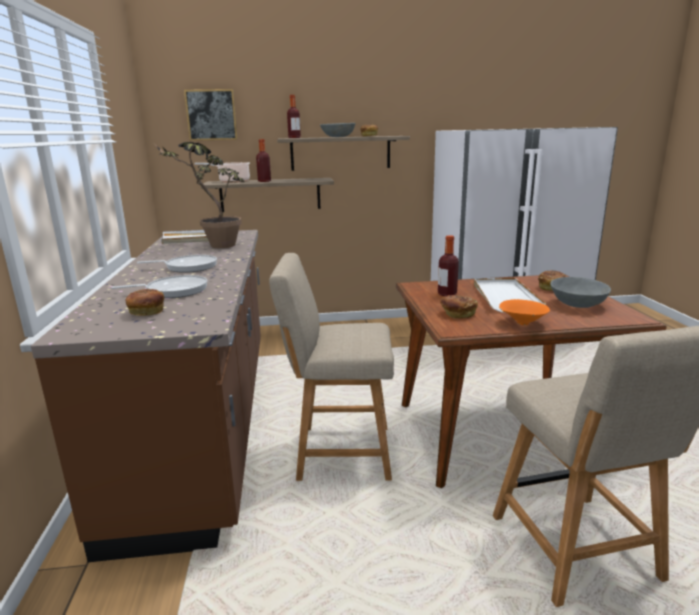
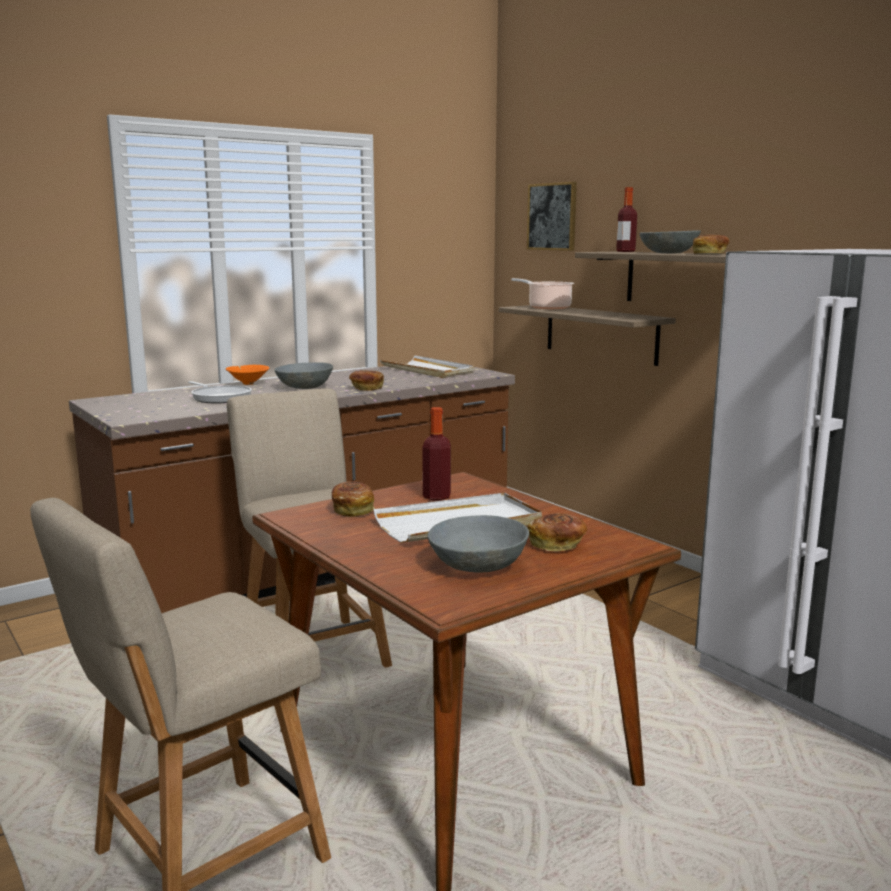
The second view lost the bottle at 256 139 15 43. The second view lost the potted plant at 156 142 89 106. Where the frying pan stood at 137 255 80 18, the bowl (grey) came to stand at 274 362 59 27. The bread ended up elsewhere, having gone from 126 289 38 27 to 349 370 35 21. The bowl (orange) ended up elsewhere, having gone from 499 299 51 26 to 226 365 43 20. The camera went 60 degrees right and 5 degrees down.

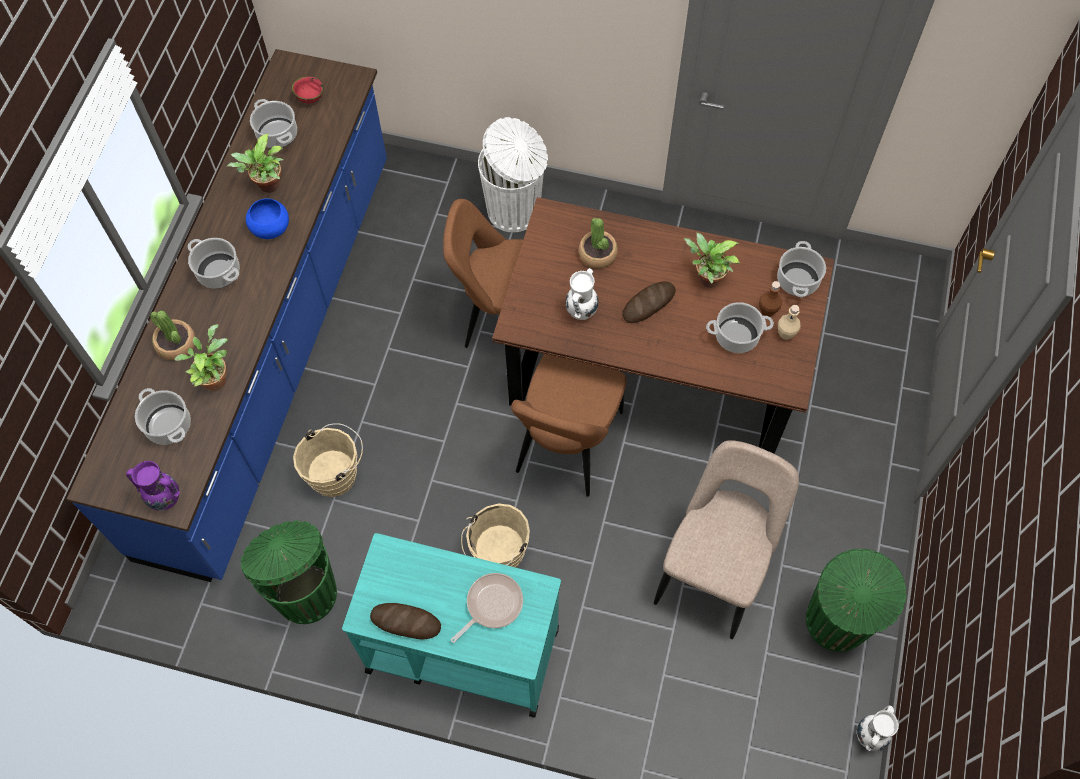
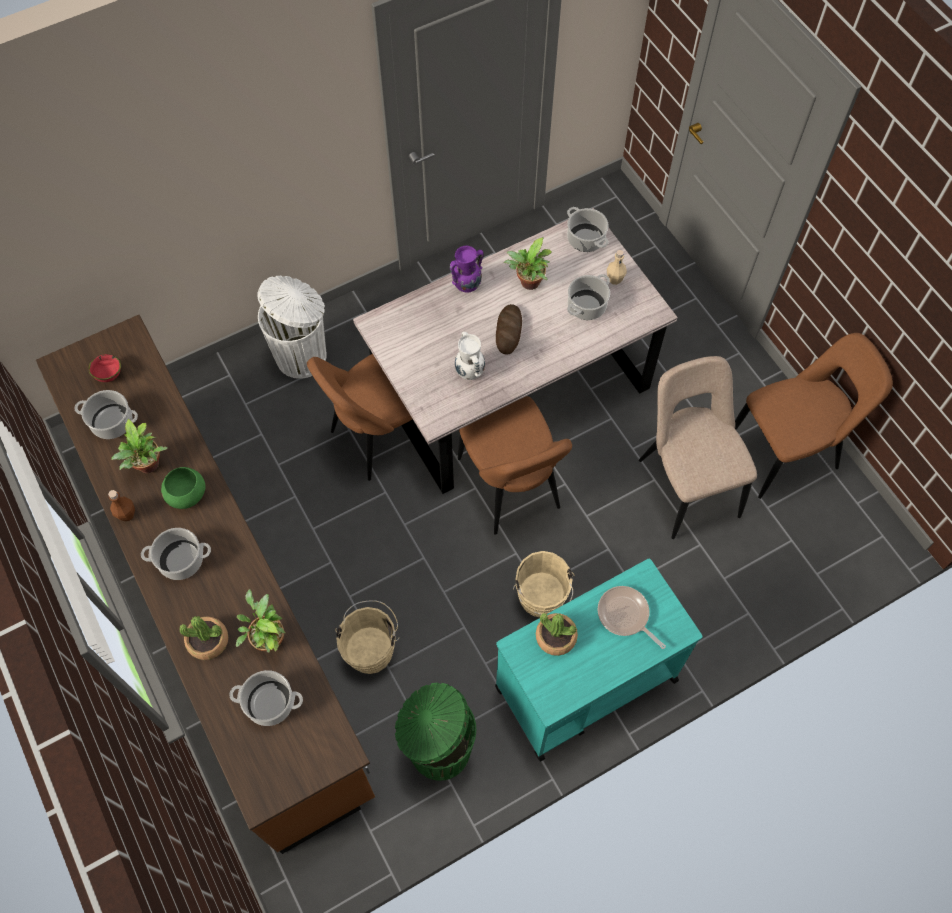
What was the counter (blue) at 67 49 320 533 turned into the counter (brown) at 36 315 339 539. What was the dining table (brown) at 492 197 342 257 turned into the dining table (grey) at 353 208 325 286. What was the bowl (blue) at 246 198 43 41 turned into the bowl (green) at 161 467 44 42. The potted plant ended up elsewhere, having gone from 578 218 40 50 to 536 613 42 43. The bottle (brown) ended up elsewhere, having gone from 759 281 23 36 to 108 490 27 31. The vase (purple) ended up elsewhere, having gone from 126 461 54 50 to 450 246 34 47. Where the trash can (green) stood at 806 549 100 103, the chair (brown) came to stand at 735 333 158 166. The frying pan at 451 573 72 70 ended up facing another way, 45 degrees counterclockwise from before. The second view lost the bread at 370 603 71 36. The second view lost the vase (white) at 857 705 42 46. The camera went 45 degrees left and 0 degrees up.

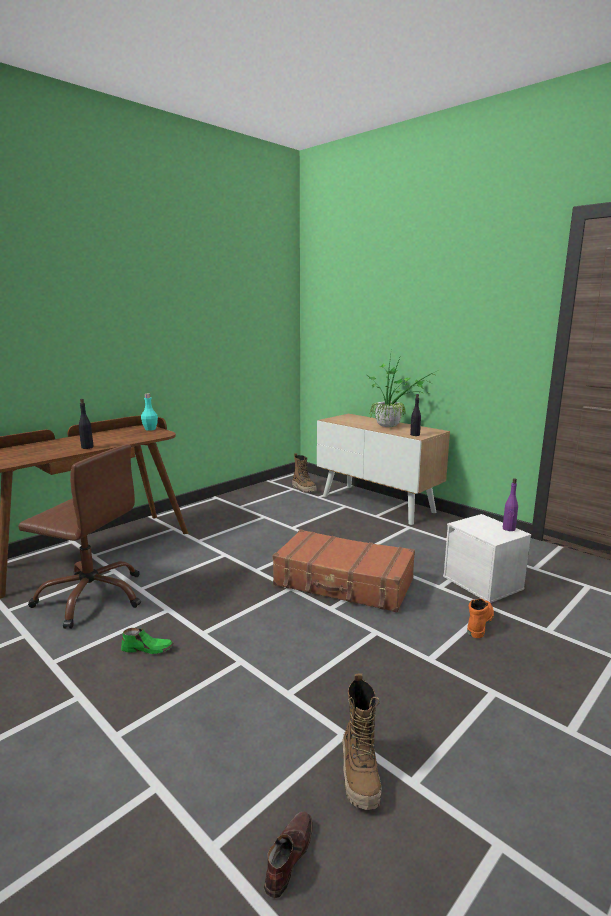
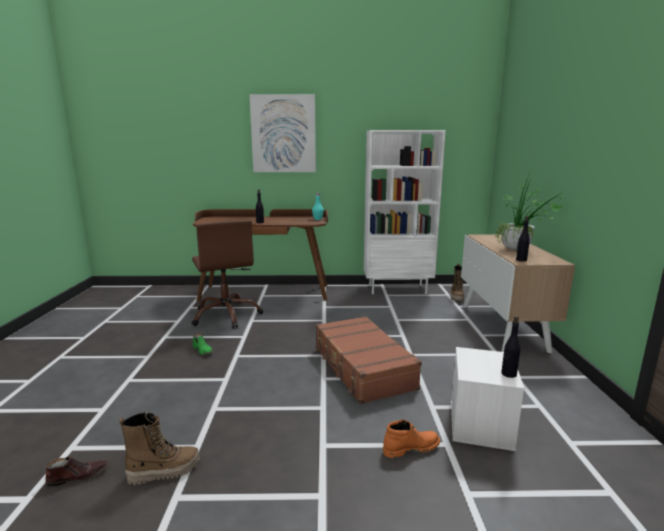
What was the bottle (purple) at 503 478 15 53 turned into the bottle (black) at 501 316 19 62. The boot at 342 673 40 137 ended up facing another way, 150 degrees counterclockwise from before. The second view gained the picture at 249 94 67 78. The second view gained the bookcase (white) at 364 130 82 164. The camera went 45 degrees right and 0 degrees up.

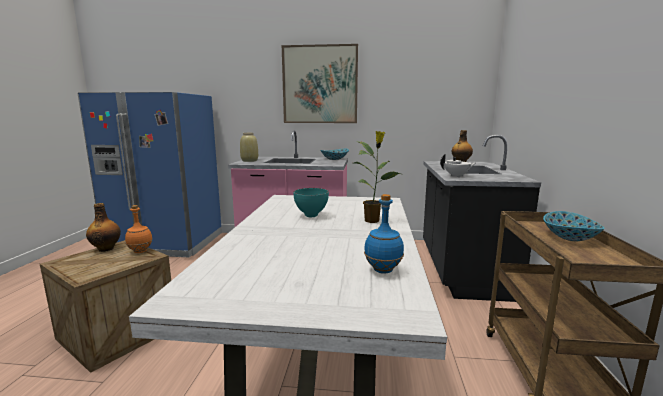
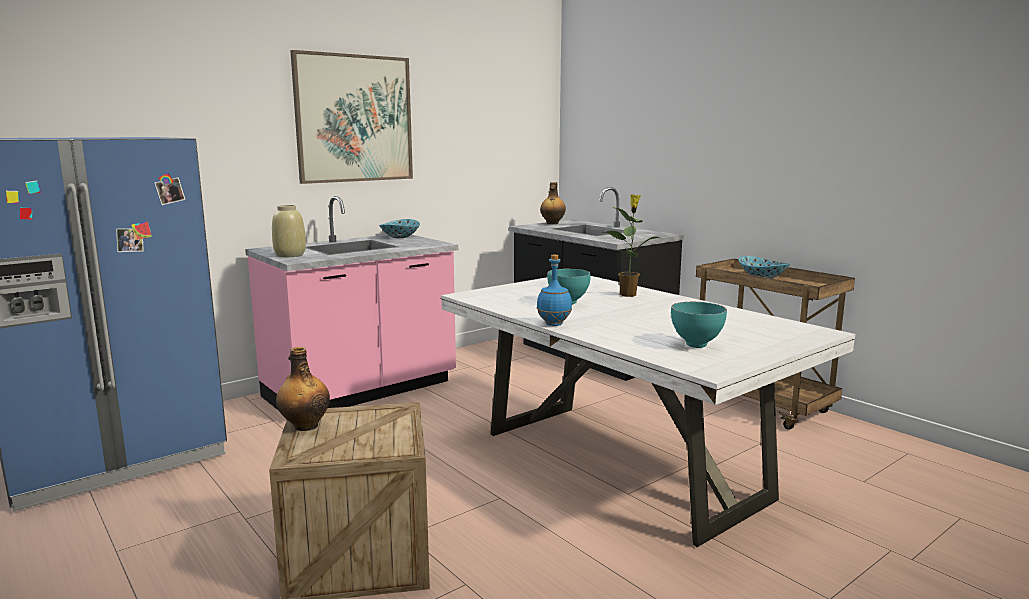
The second view lost the teapot (white) at 440 154 36 24. The bottle (blue) ended up elsewhere, having gone from 364 194 40 80 to 536 254 36 72. The second view lost the bottle (orange) at 125 205 27 48. The second view gained the bowl (turquoise) at 671 302 56 46. The camera went 45 degrees left and 0 degrees up.

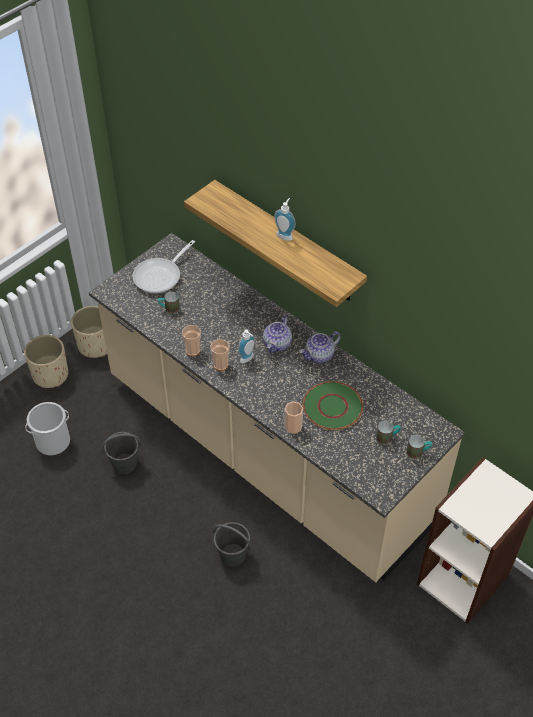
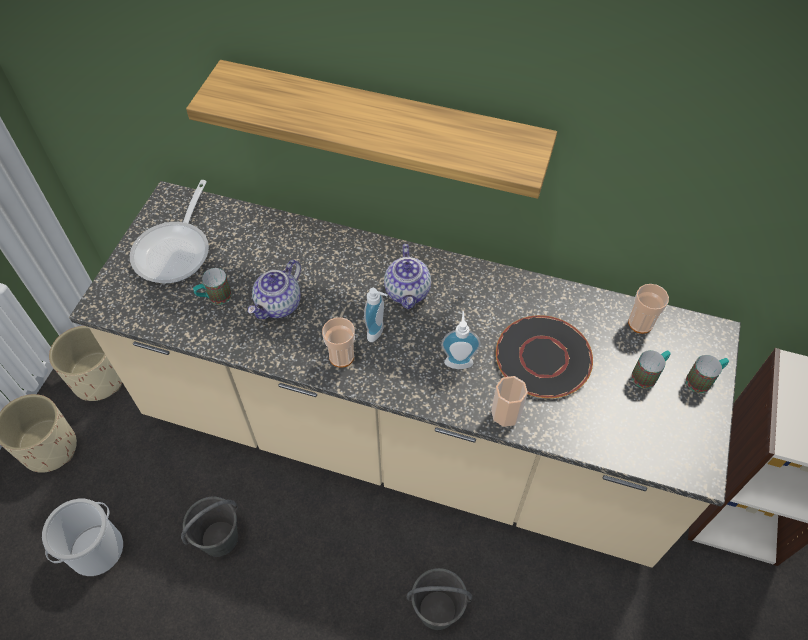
The soap dispenser ended up elsewhere, having gone from 274 198 22 43 to 441 311 40 58. The cup ended up elsewhere, having gone from 182 325 19 31 to 628 284 41 50. The teapot ended up elsewhere, having gone from 300 332 41 31 to 248 260 53 59. What was the plate (green) at 303 381 60 49 turned into the plate (black) at 496 315 97 83. The camera went 25 degrees left and 5 degrees up.

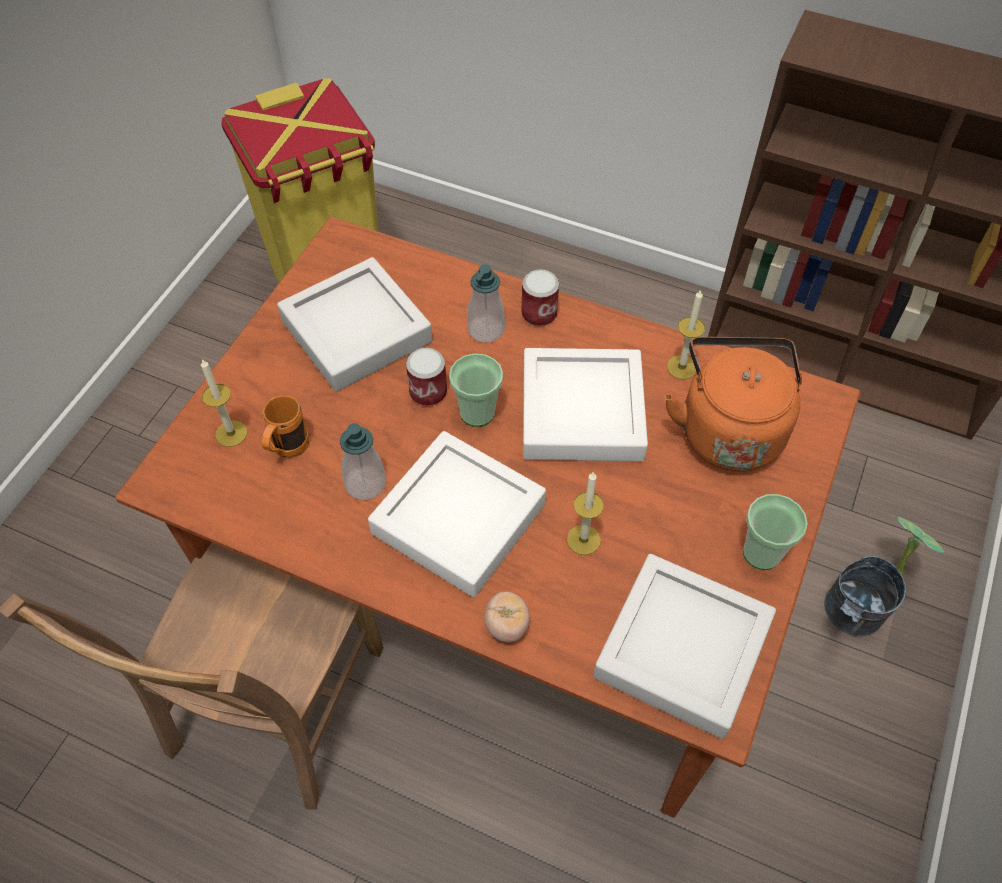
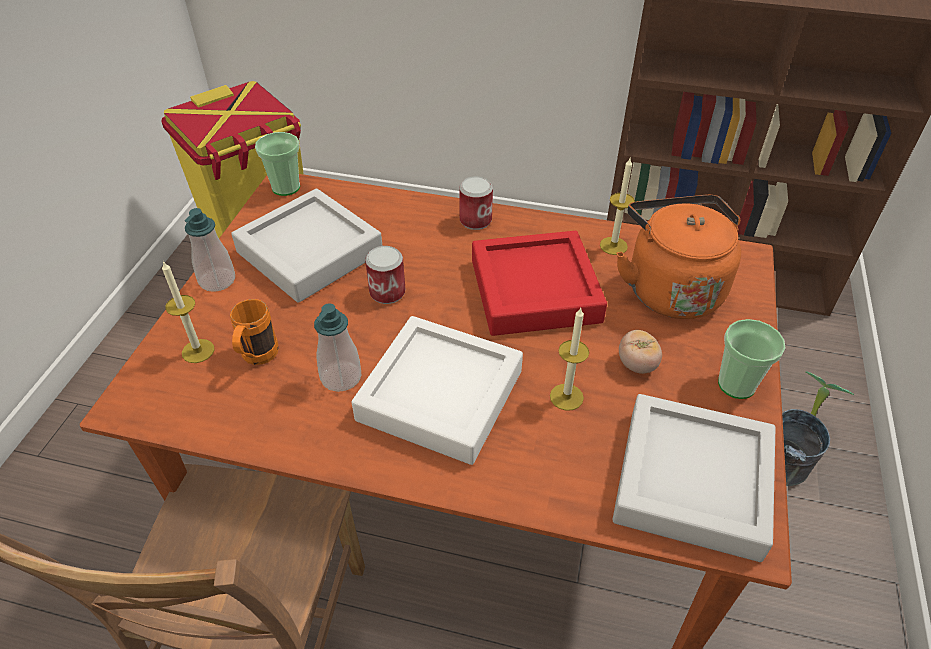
The soap dispenser ended up elsewhere, having gone from 467 264 38 79 to 185 208 50 84. What was the tray (white) at 523 348 125 113 turned into the tray (red) at 472 231 135 105. The cup ended up elsewhere, having gone from 449 354 54 73 to 255 132 45 64. The tomato ended up elsewhere, having gone from 484 591 46 51 to 619 330 43 44. The camera went 10 degrees left and 10 degrees down.

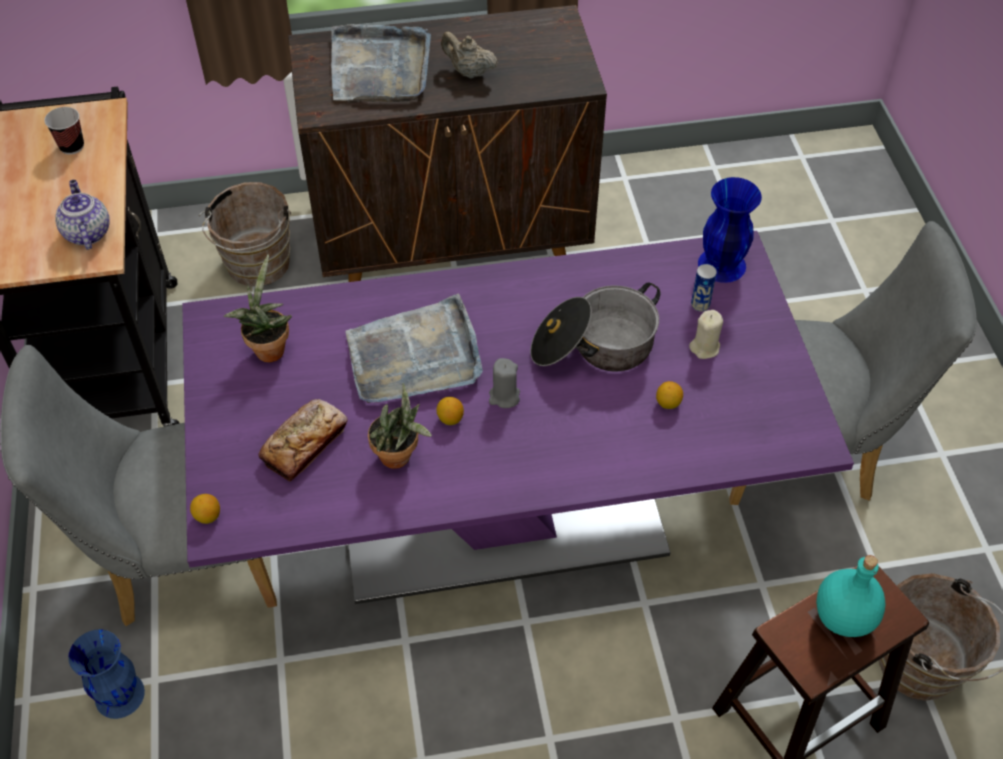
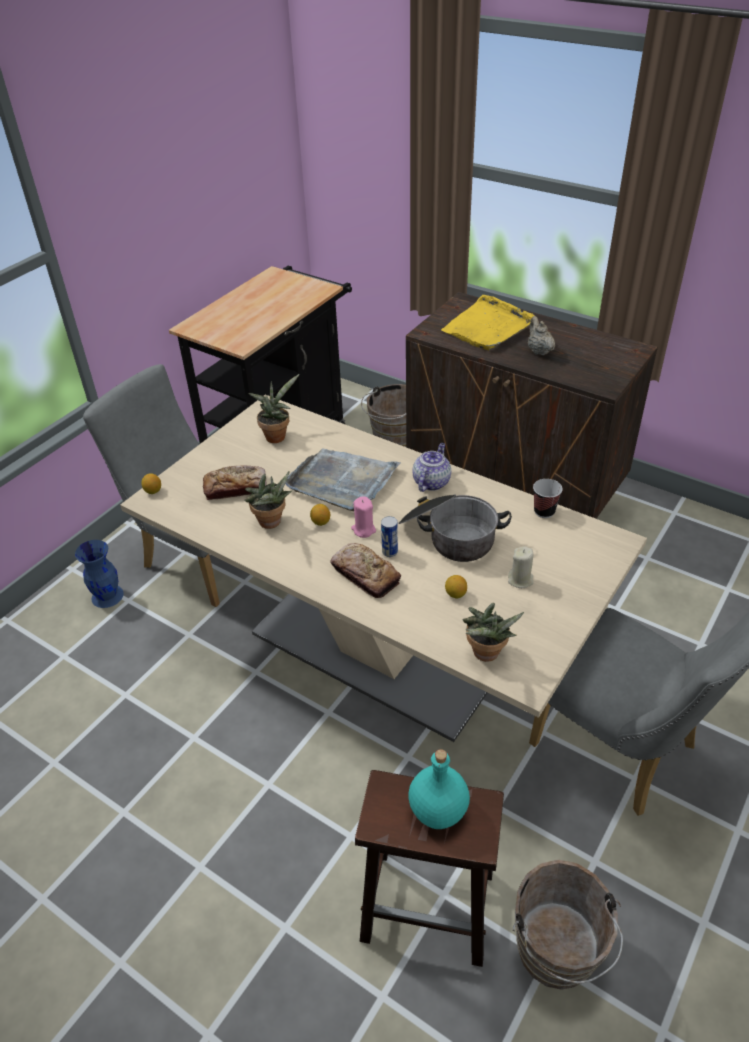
What was the tray (grey) at 331 24 100 78 turned into the tray (yellow) at 441 295 94 55. The cup ended up elsewhere, having gone from 44 107 40 48 to 533 479 29 39. The second view lost the vase (blue) at 698 177 64 106. The teapot ended up elsewhere, having gone from 55 180 55 70 to 412 443 39 49. What was the dining table (purple) at 182 231 672 373 turned into the dining table (beige) at 120 394 527 348. The can ended up elsewhere, having gone from 691 264 26 47 to 381 516 17 41. What was the candle (grey) at 489 358 31 50 turned into the candle (pink) at 351 496 25 42. The second view gained the bread at 330 543 71 55. The second view gained the potted plant at 463 603 61 59. The camera went 45 degrees right and 10 degrees down.

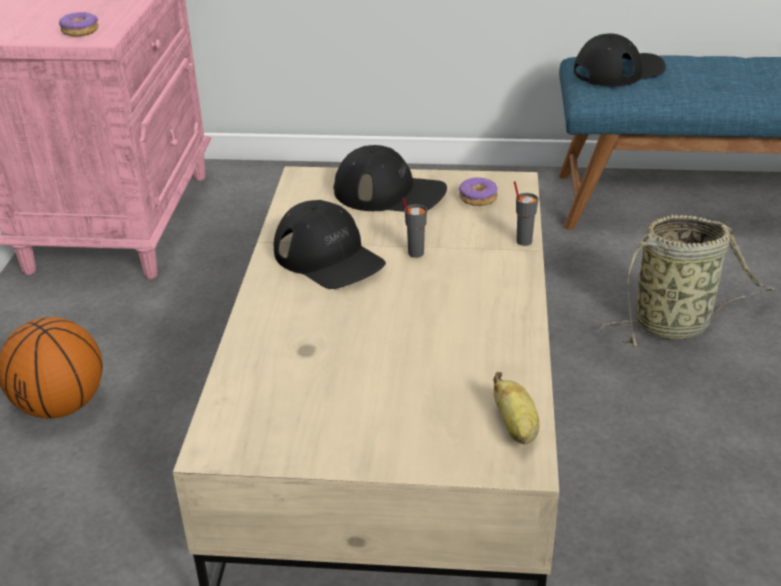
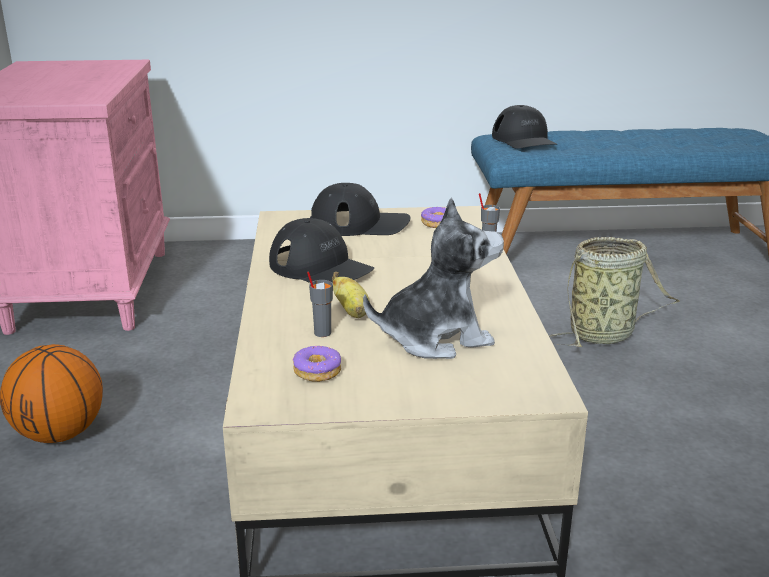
The donut ended up elsewhere, having gone from 59 12 39 24 to 293 346 48 36. The cap (black) at 574 34 92 52 ended up facing another way, 105 degrees clockwise from before. The cup (grey) ended up elsewhere, having gone from 403 198 24 60 to 307 271 26 66. The banana ended up elsewhere, having gone from 493 372 46 72 to 332 272 38 46. The second view gained the plush toy at 363 198 141 161. The camera went 10 degrees left and 10 degrees down.

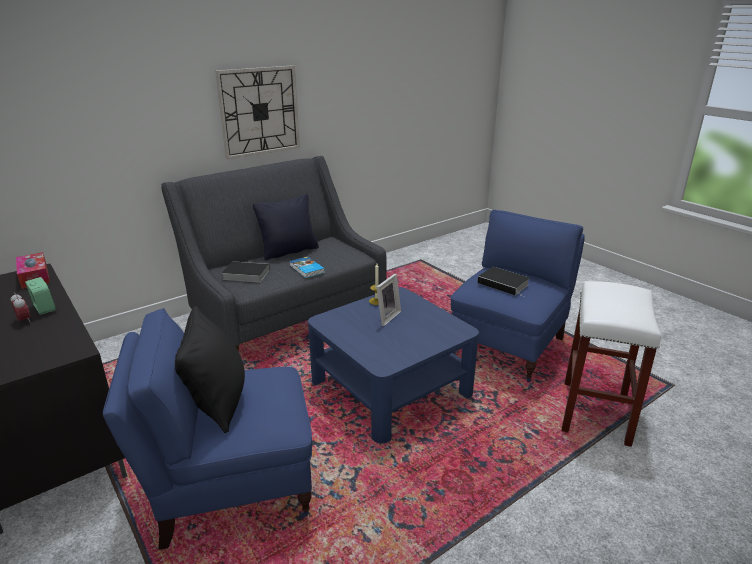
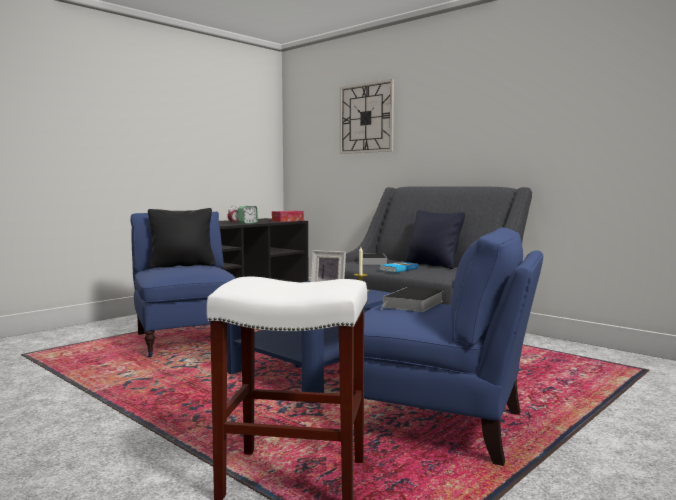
The wall clock ended up elsewhere, having gone from 215 65 85 94 to 340 79 54 75. The camera went 80 degrees right and 20 degrees down.

